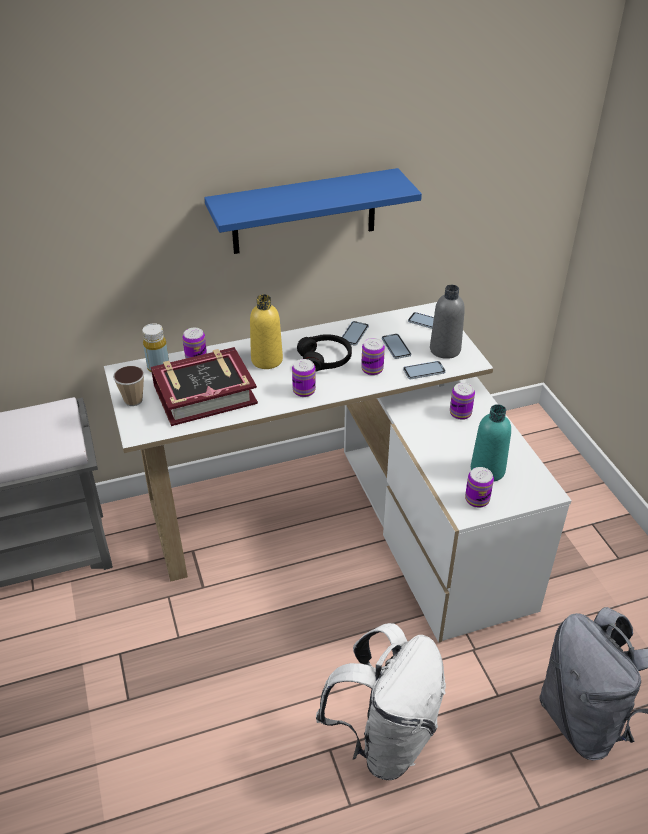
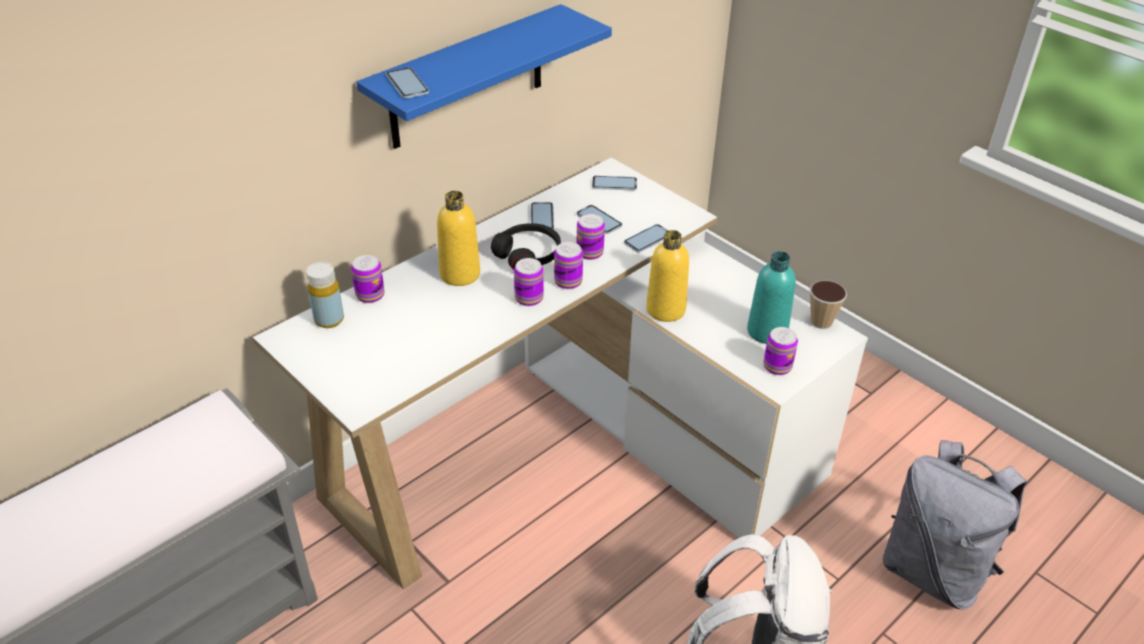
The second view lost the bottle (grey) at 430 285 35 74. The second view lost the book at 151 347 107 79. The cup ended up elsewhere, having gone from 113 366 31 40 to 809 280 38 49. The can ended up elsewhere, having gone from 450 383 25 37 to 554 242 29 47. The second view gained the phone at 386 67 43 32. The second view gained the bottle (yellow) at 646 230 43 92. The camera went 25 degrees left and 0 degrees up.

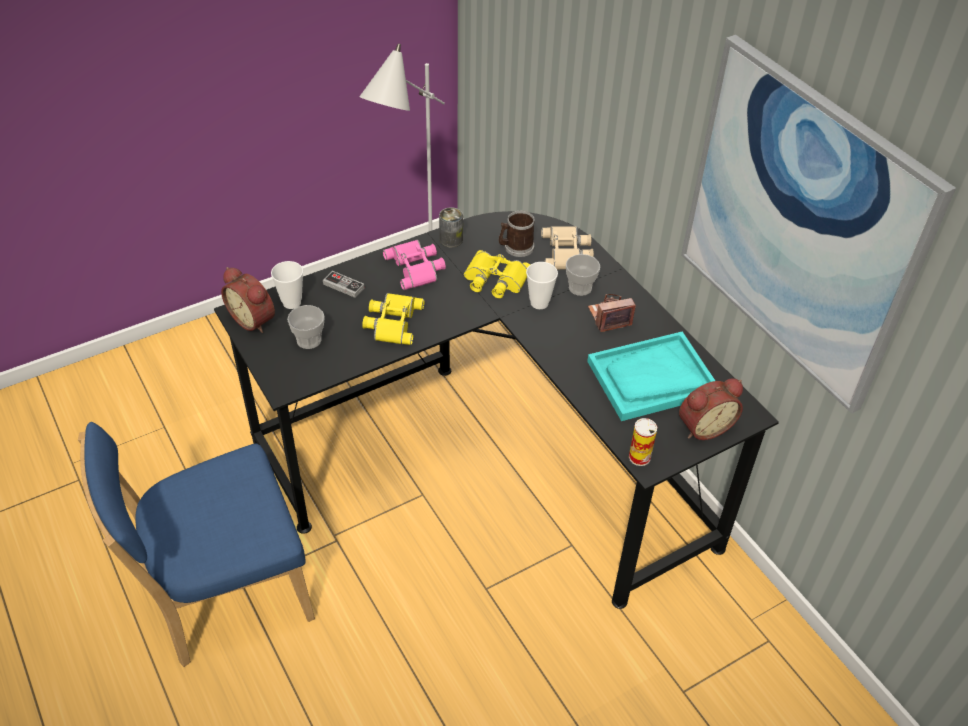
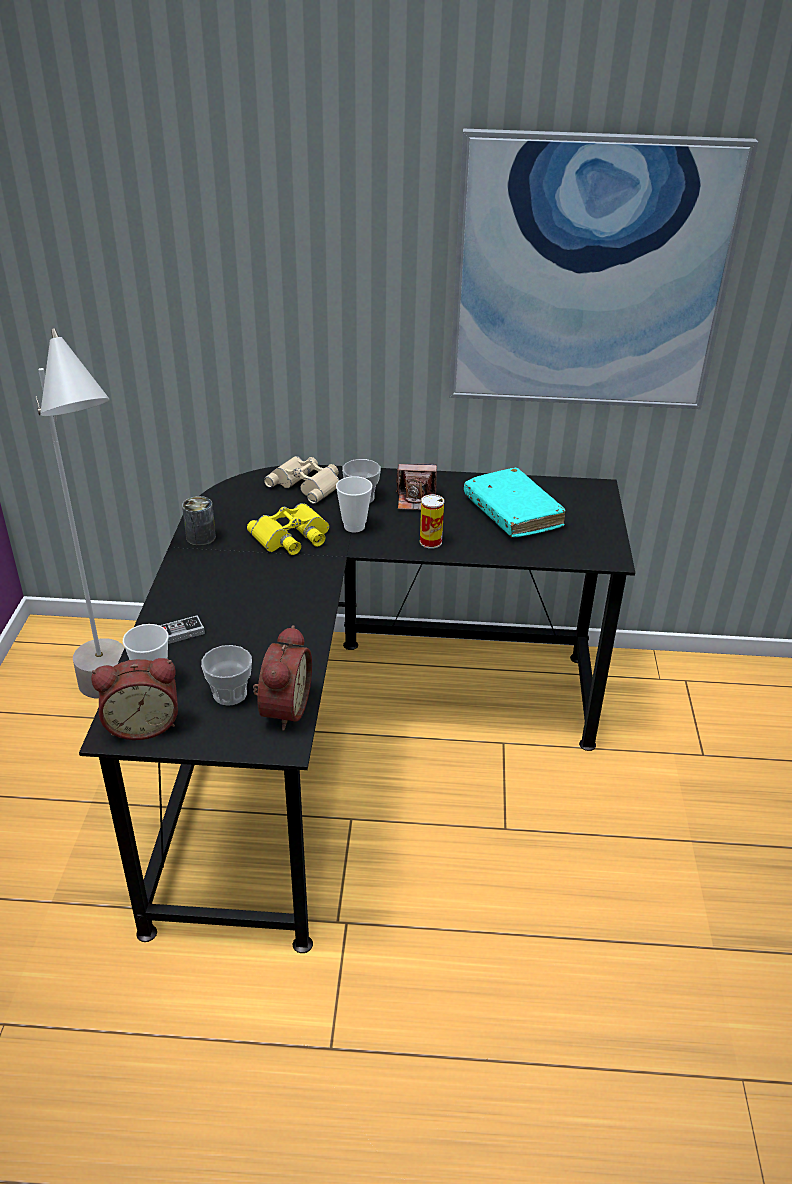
The second view lost the mug at 499 211 36 46. The second view lost the binoculars (pink) at 383 240 63 50. The second view lost the binoculars (yellow) at 362 293 63 52. The photo camera at 588 294 48 38 ended up facing another way, 105 degrees counterclockwise from before. Where the tray (turquoise) stood at 587 332 128 89, the book (turquoise) came to stand at 464 467 102 70. The alarm clock ended up elsewhere, having gone from 679 379 64 61 to 253 625 59 106. The can ended up elsewhere, having gone from 629 418 28 48 to 420 494 24 55. The second view lost the chair (blue) at 78 422 237 245. The camera went 55 degrees left and 10 degrees down.

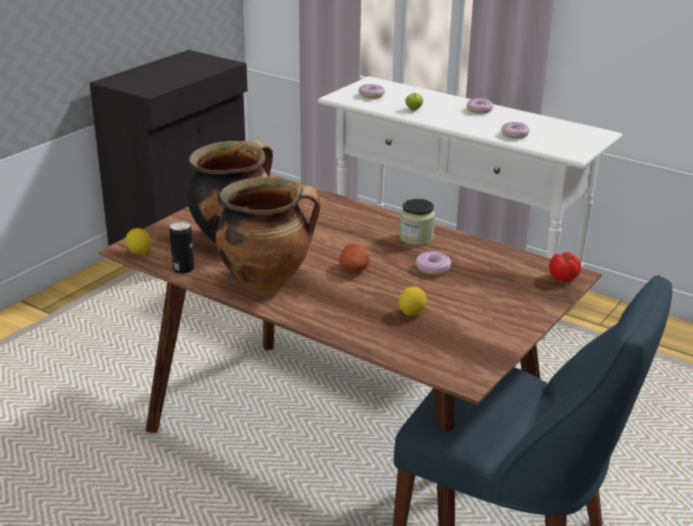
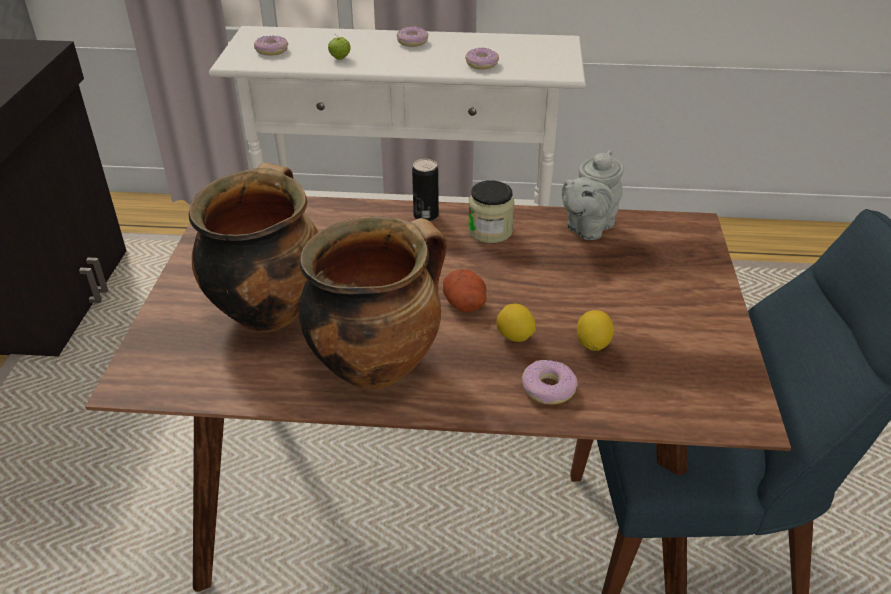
The can ended up elsewhere, having gone from 170 221 24 53 to 412 159 27 62. The lemon ended up elsewhere, having gone from 125 228 26 27 to 496 304 40 38. The donut ended up elsewhere, having gone from 416 251 35 24 to 521 360 57 45. The second view lost the tomato at 549 252 32 30. The second view gained the teapot (grey) at 562 150 62 90. The camera went 30 degrees left and 10 degrees up.

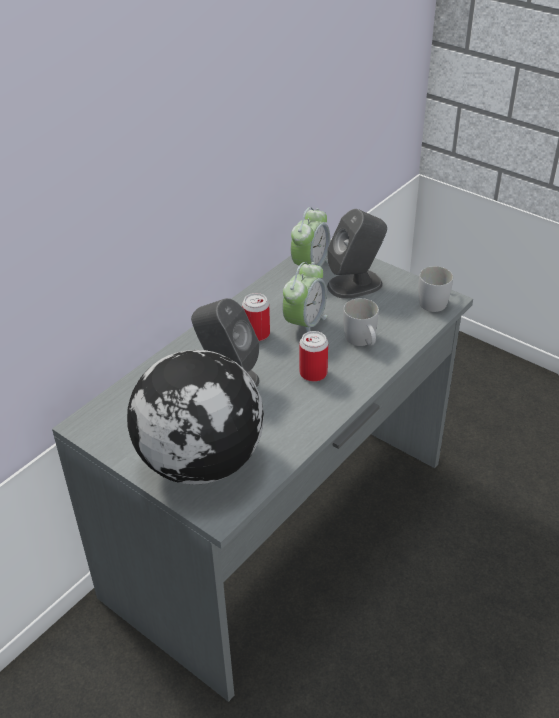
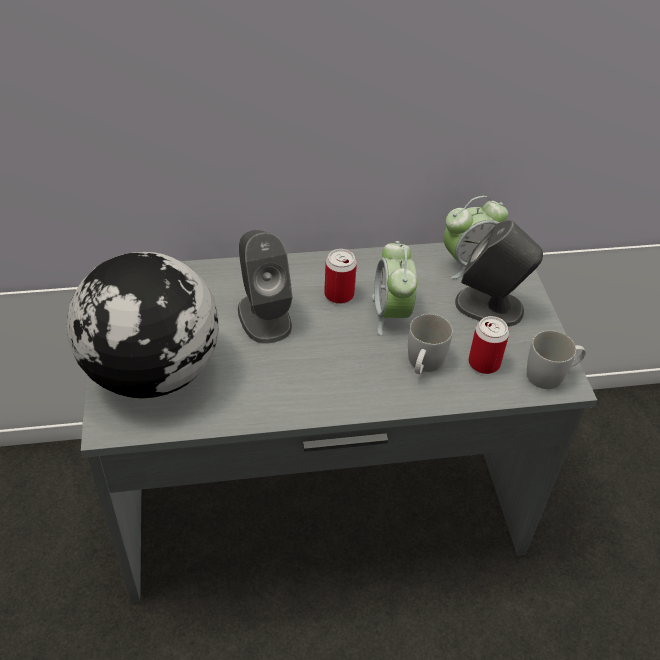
The alarm clock at 282 262 45 71 ended up facing another way, 105 degrees clockwise from before. The can ended up elsewhere, having gone from 300 331 28 51 to 468 316 41 58. The camera went 40 degrees right and 5 degrees up.

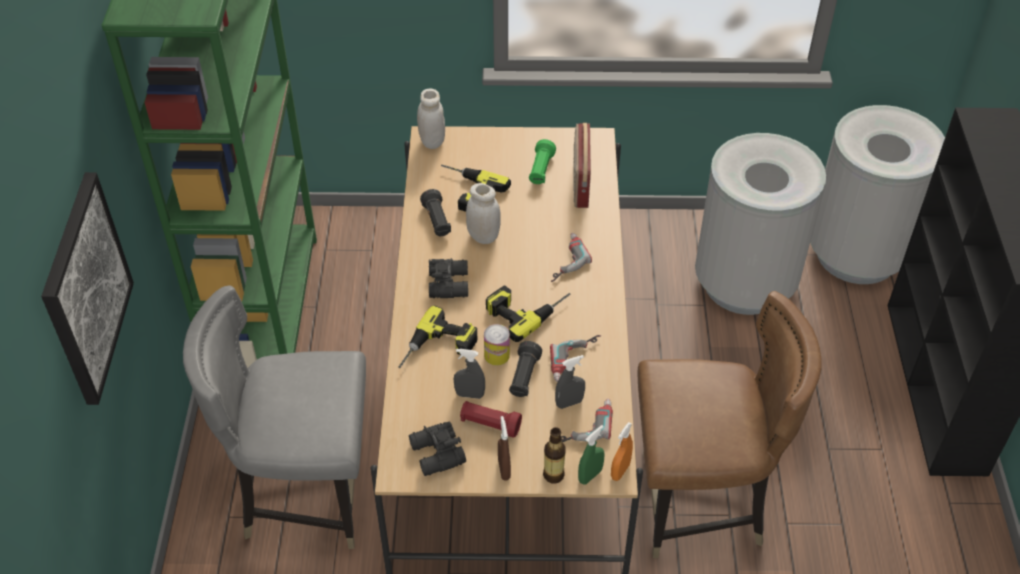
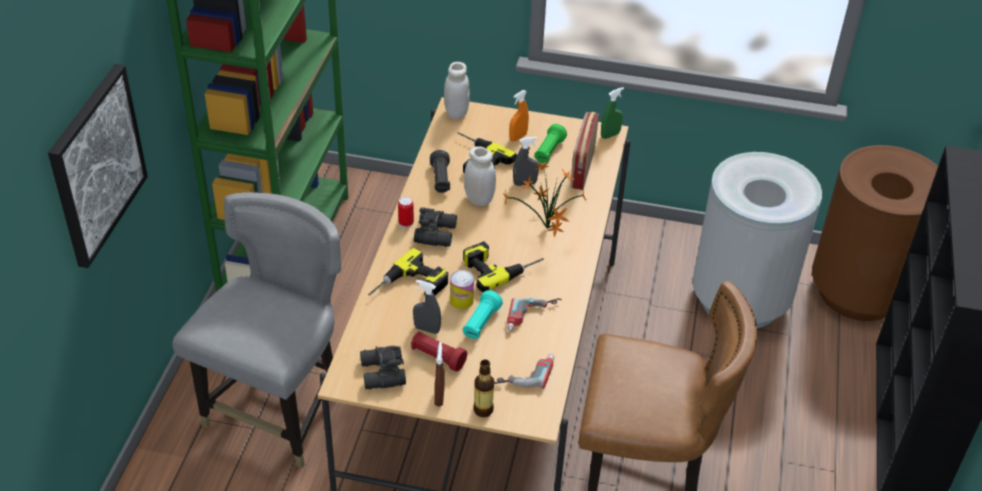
What was the trash can (grey) at 810 105 135 179 turned into the trash can (brown) at 812 145 126 176. Where the power drill stood at 551 233 41 49, the potted plant came to stand at 504 162 82 75. The chair (grey) at 183 285 183 264 ended up facing another way, 105 degrees clockwise from before. What was the flashlight (black) at 509 341 33 56 turned into the flashlight (turquoise) at 463 290 40 49. The spray bottle (grey) ended up elsewhere, having gone from 555 355 30 54 to 513 137 26 49. The spray bottle (orange) ended up elsewhere, having gone from 611 422 22 59 to 509 90 20 52. The spray bottle (green) ended up elsewhere, having gone from 578 425 26 59 to 601 87 23 52. The second view gained the can at 398 197 16 31. The camera went 10 degrees right and 5 degrees down.

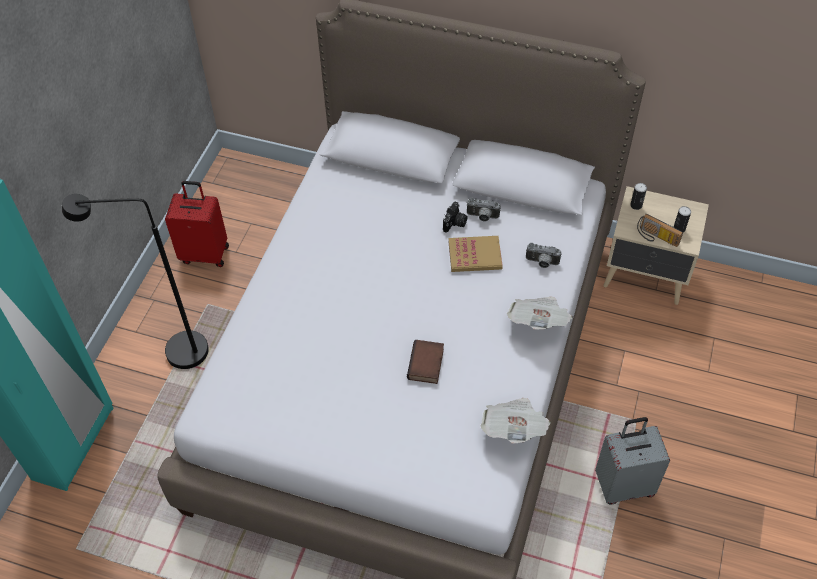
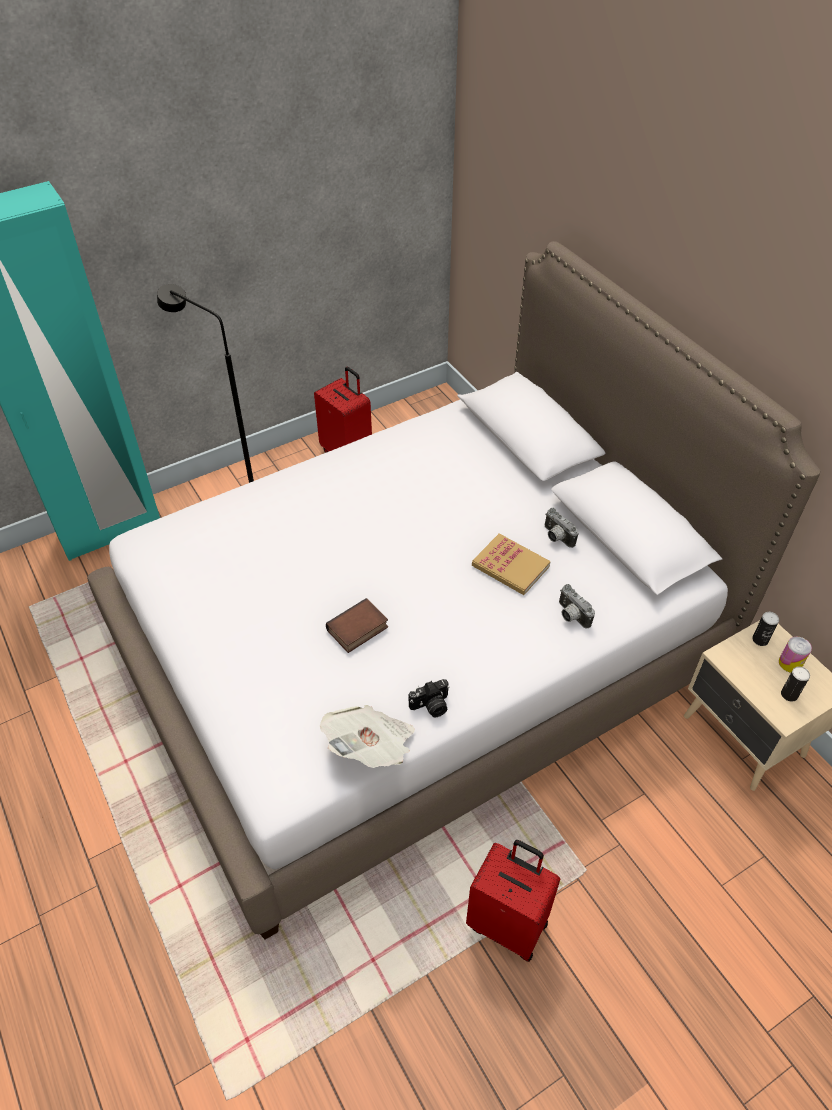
The photo camera ended up elsewhere, having gone from 443 202 24 31 to 409 679 41 38. The second view lost the radio at 637 214 46 33. The second view lost the newspaper at 507 296 66 33. What was the suitcase (grey) at 595 417 75 88 turned into the suitcase (red) at 466 840 94 122. The second view gained the can at 779 637 33 36. The camera went 40 degrees right and 5 degrees down.

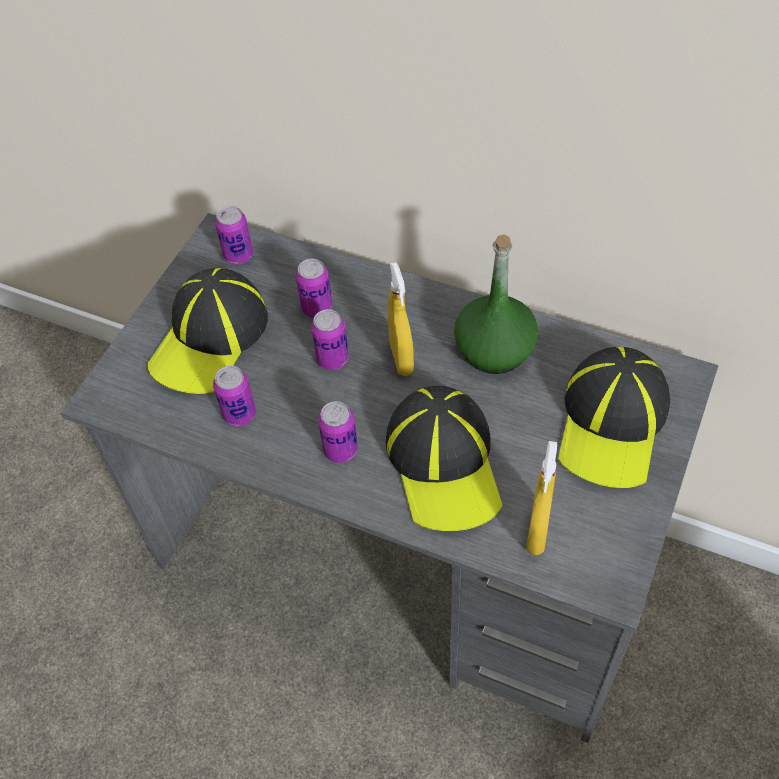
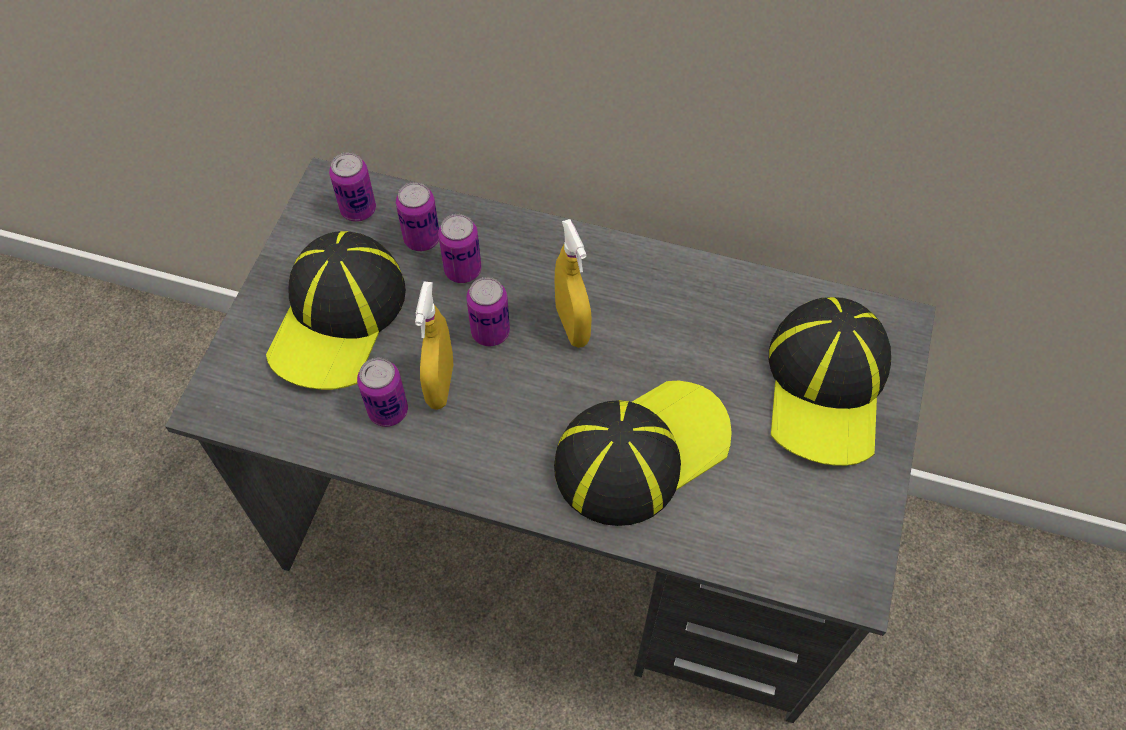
The second view lost the bottle (green) at 454 234 85 140. The cap at 386 386 117 145 ended up facing another way, 105 degrees counterclockwise from before. The can ended up elsewhere, having gone from 318 401 40 62 to 396 182 43 69. The spray bottle (yellow) ended up elsewhere, having gone from 526 441 31 114 to 415 282 38 128. The camera went 10 degrees left and 5 degrees up.

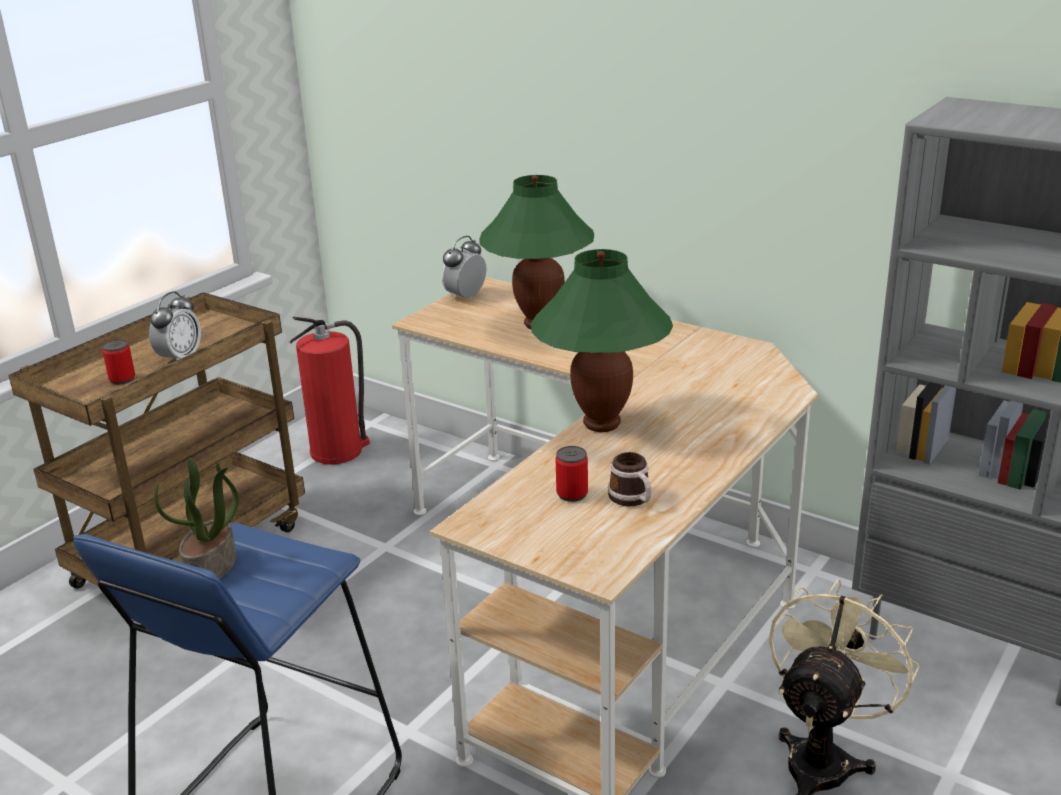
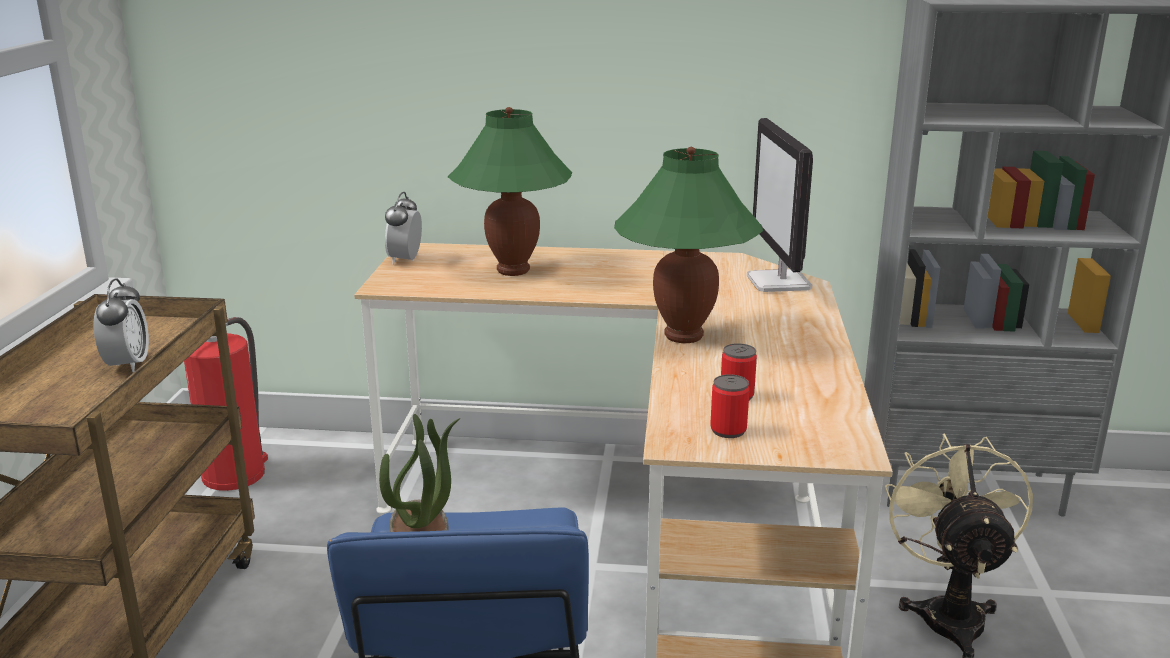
The can ended up elsewhere, having gone from 102 339 33 45 to 710 374 40 64. The second view lost the mug at 608 452 43 54. The second view gained the monitor at 747 118 66 174. The camera went 30 degrees left and 5 degrees down.

